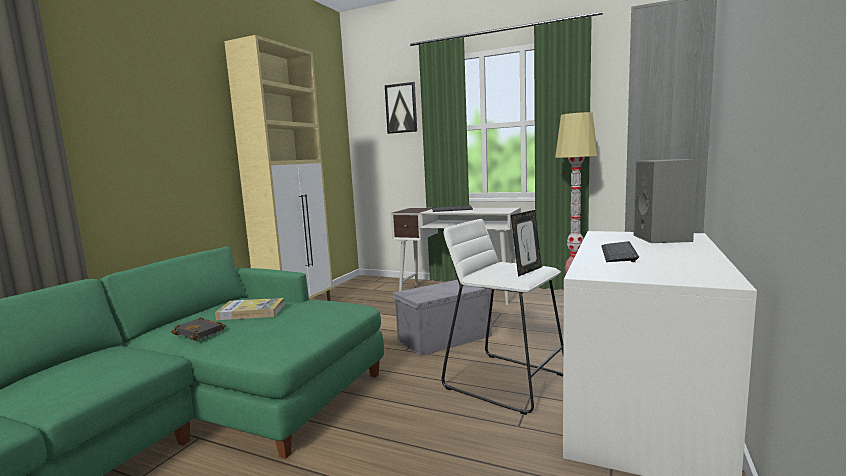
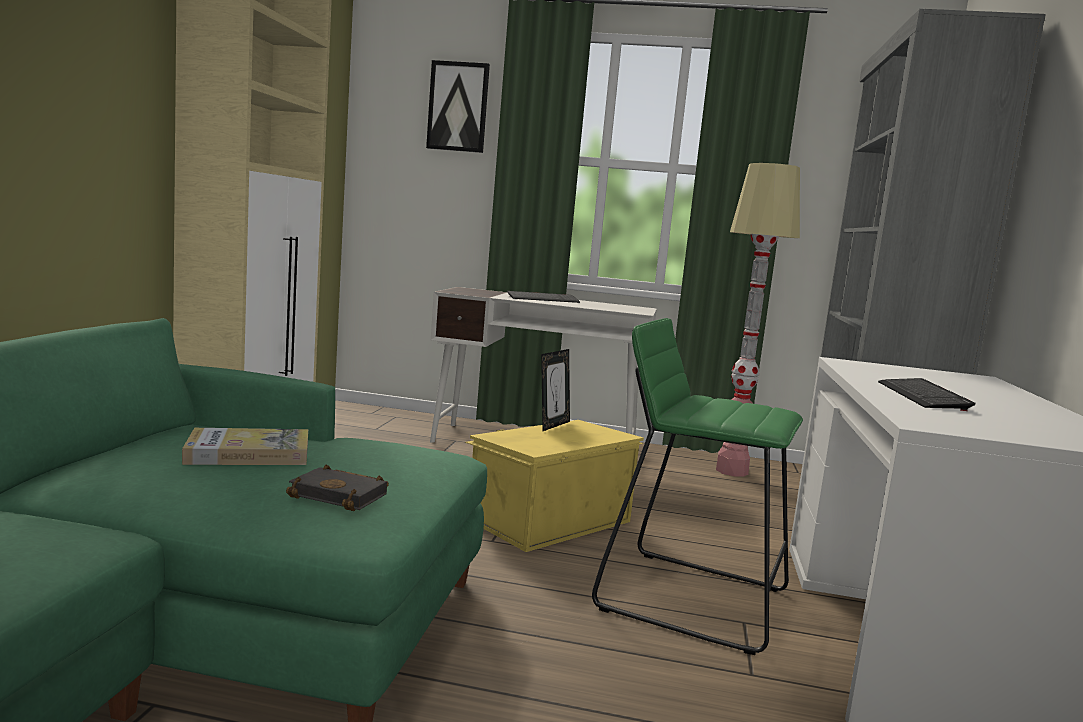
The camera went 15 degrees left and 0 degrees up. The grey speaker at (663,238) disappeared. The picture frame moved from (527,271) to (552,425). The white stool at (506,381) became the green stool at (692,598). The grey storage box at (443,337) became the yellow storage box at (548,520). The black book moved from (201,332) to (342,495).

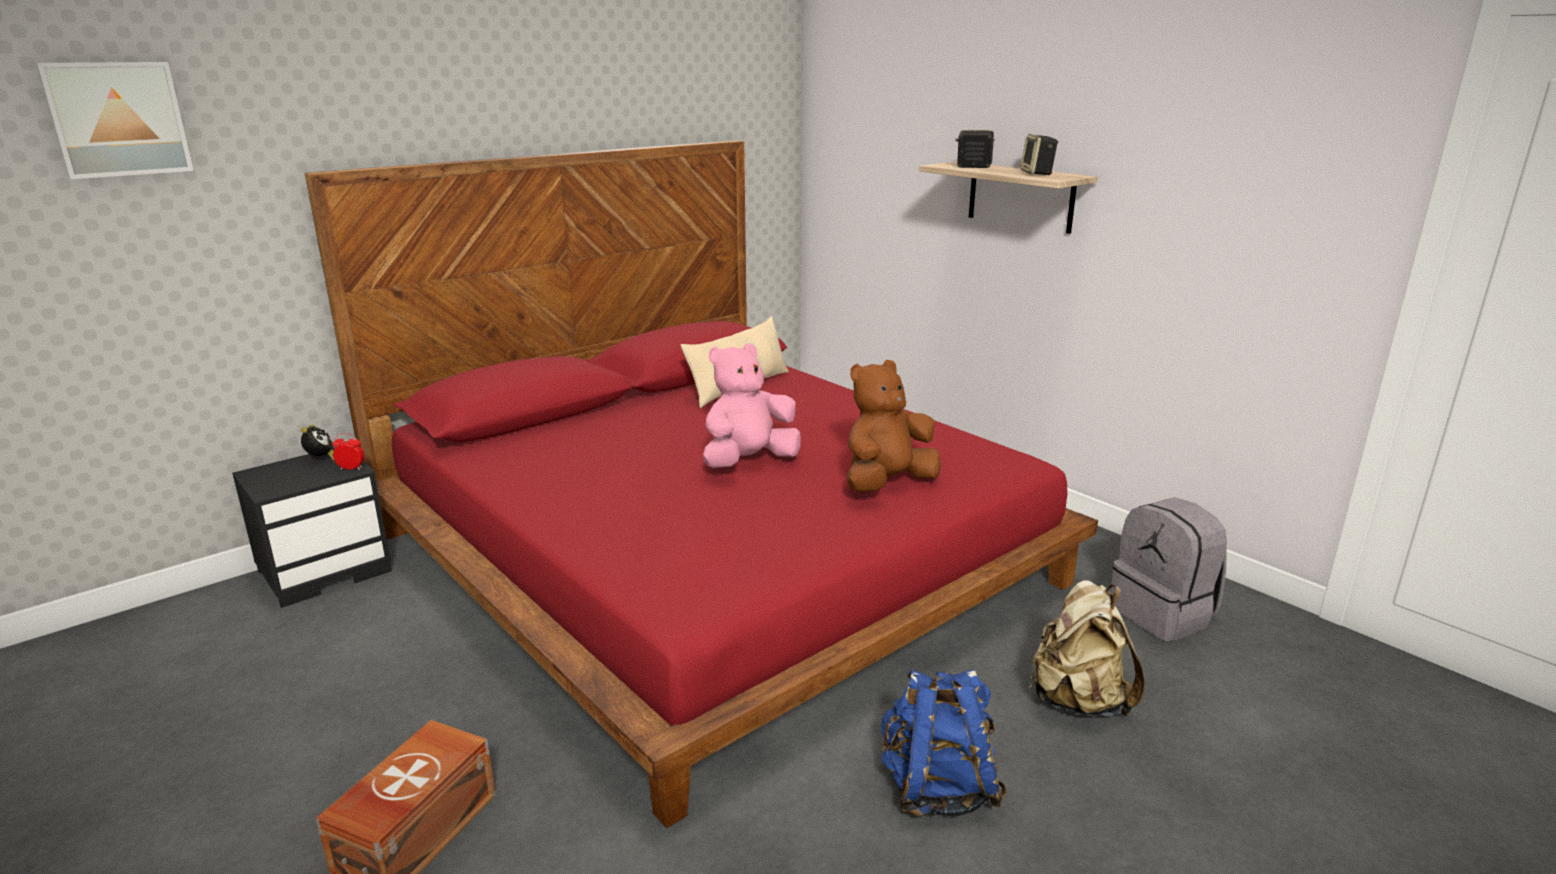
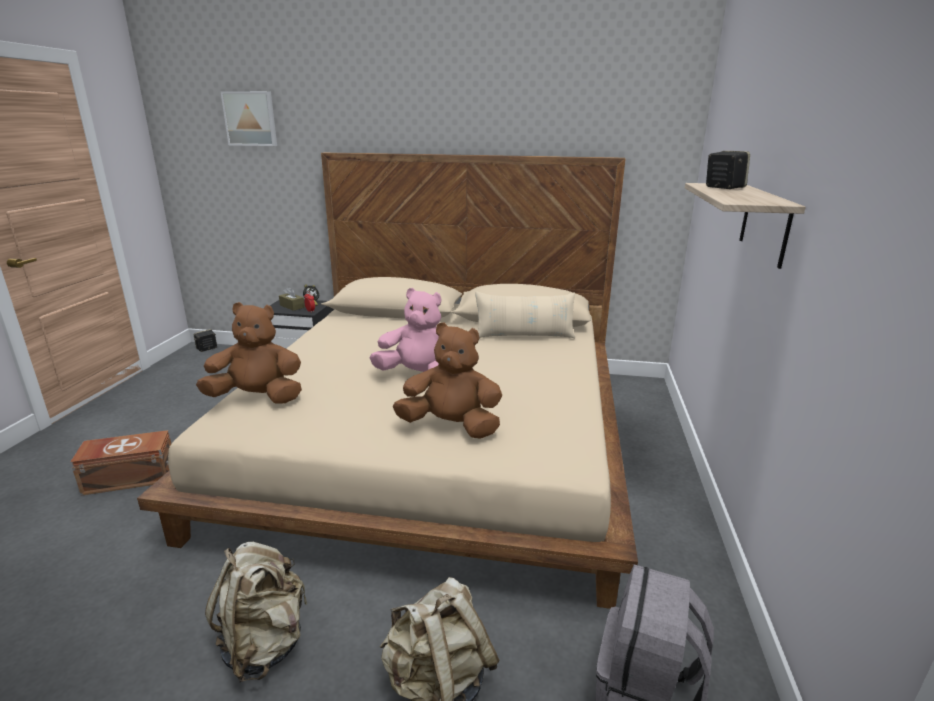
The camera went 50 degrees right and 0 degrees up. The speaker moved from (1037,173) to (207,349). The red bed at (714,558) became the beige bed at (434,439). The blue backpack at (936,789) became the beige backpack at (265,643). The brown tissue box at (292,306) appeared. The brown plush toy at (258,398) appeared.

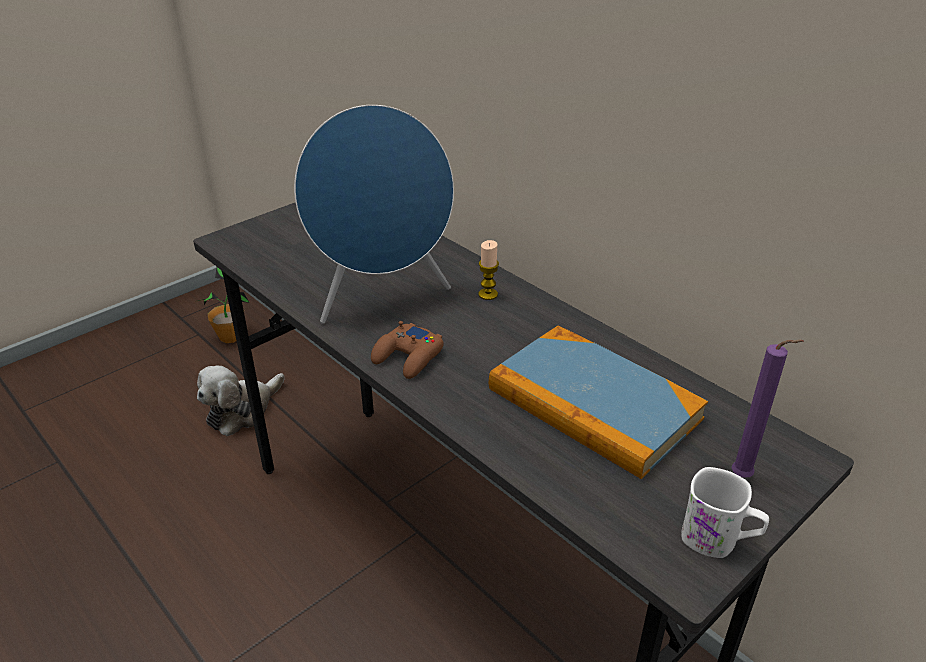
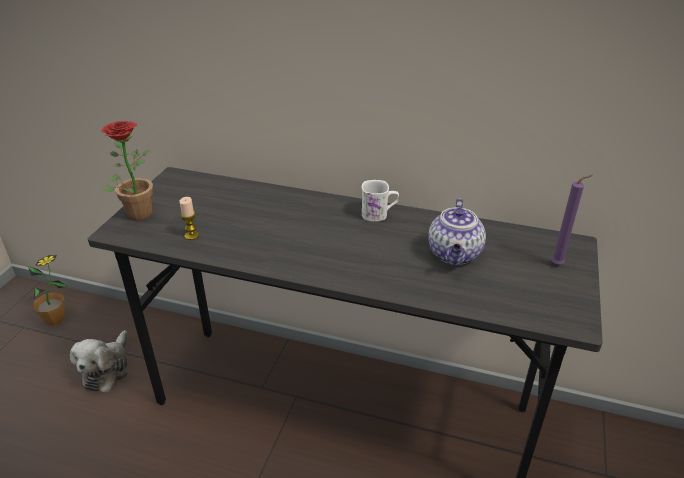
The camera went 30 degrees left and 0 degrees up. The blue speaker at (382,298) disappeared. The candle moved from (488,294) to (191,236). The brown game controller at (408,357) disappeared. The book at (593,405) was replaced by the teapot at (455,255). The white mug moved from (718,540) to (379,214). The potted plant at (137,211) appeared.

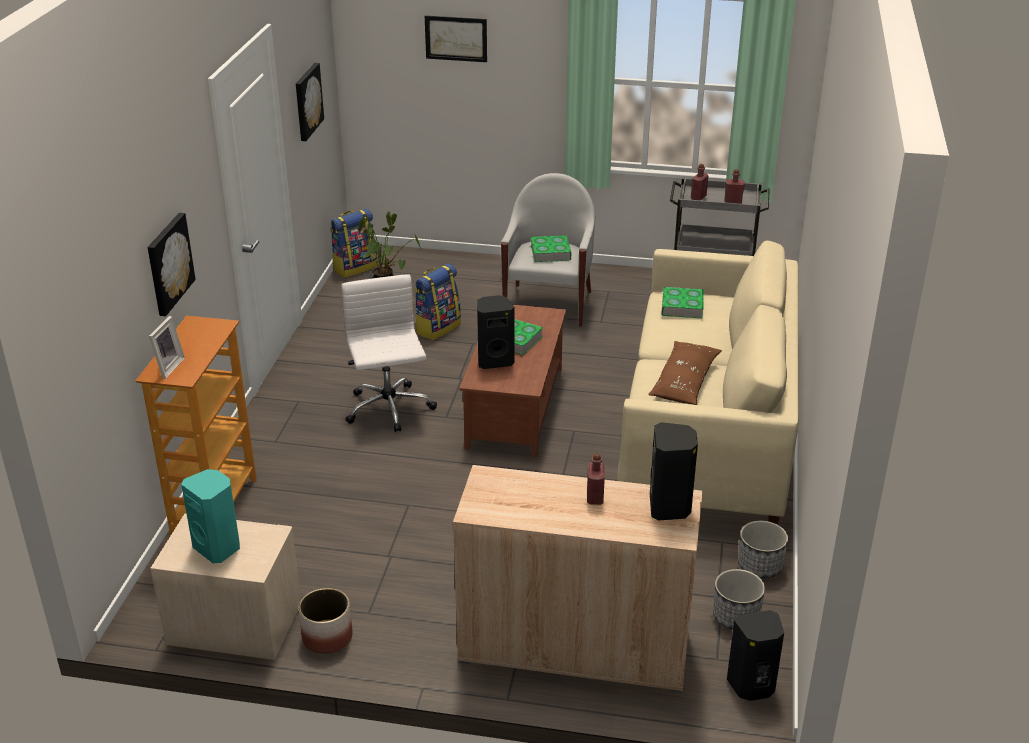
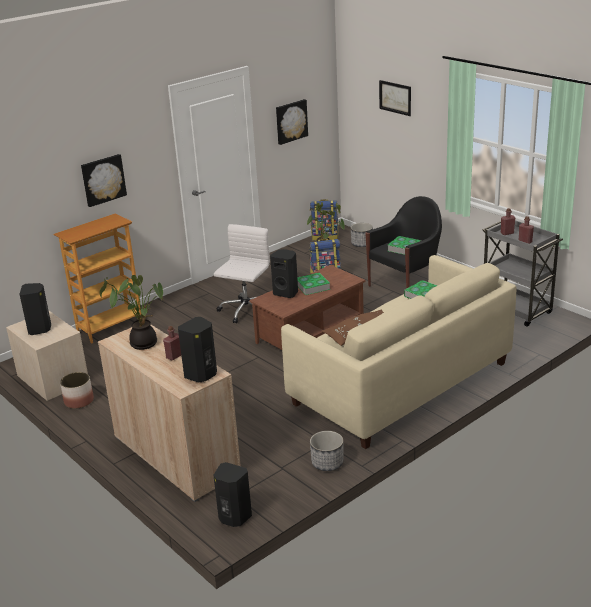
The camera went 40 degrees right and 5 degrees down. The white armchair at (549,304) became the black armchair at (406,286). The picture frame at (167,367) disappeared. The turquoise speaker at (218,548) became the black speaker at (40,329). The planter moved from (735,616) to (361,244). The potted plant at (143,342) appeared.

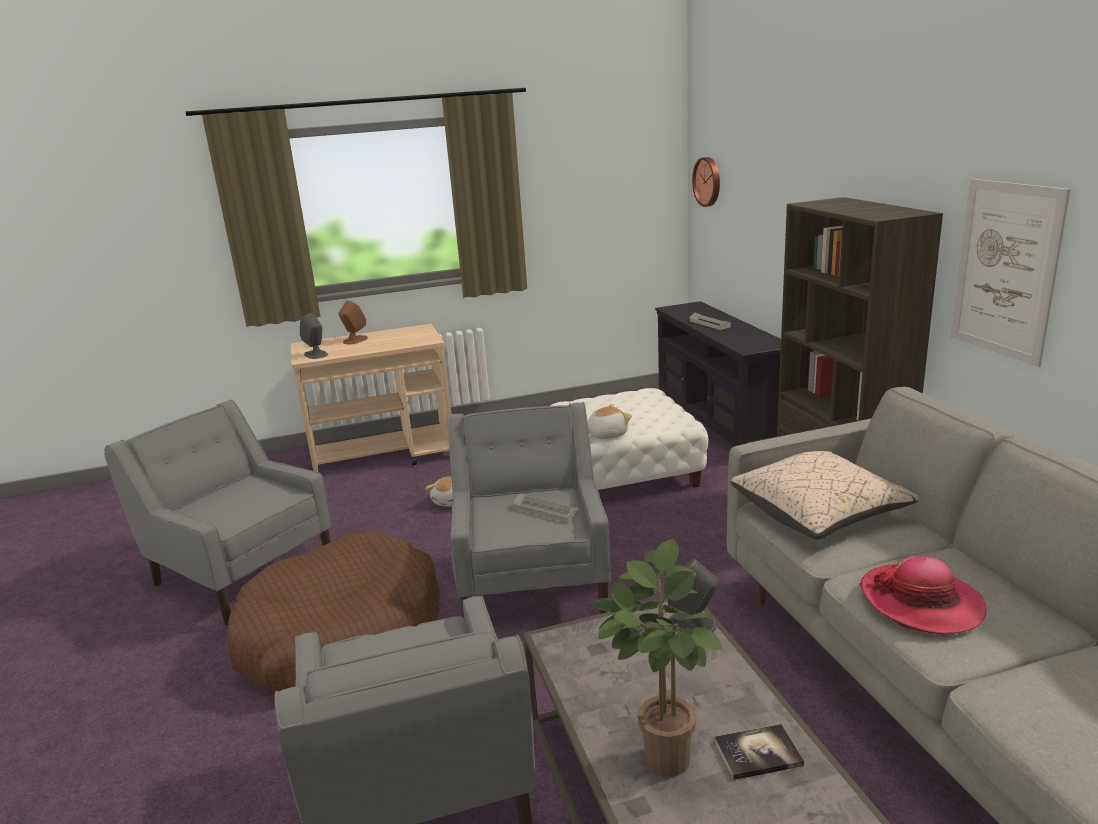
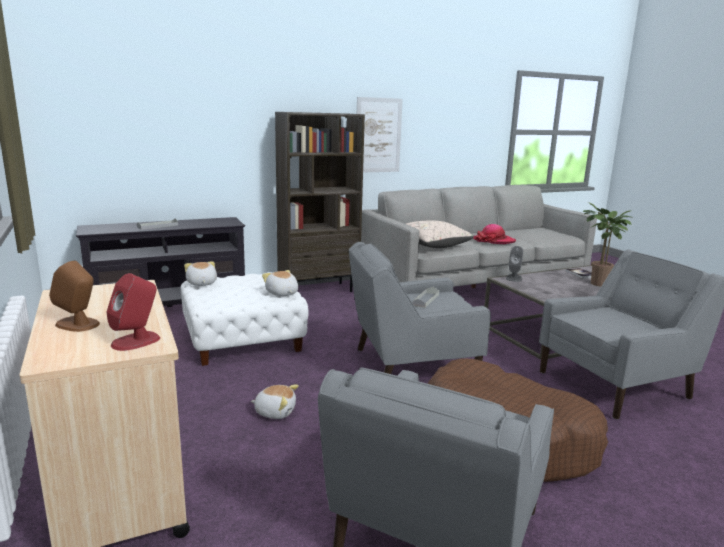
The camera went 100 degrees left and 5 degrees down. The wall clock at (708,181) disappeared. The grey speaker at (316,354) became the red speaker at (136,341). The plush toy at (201,283) appeared.

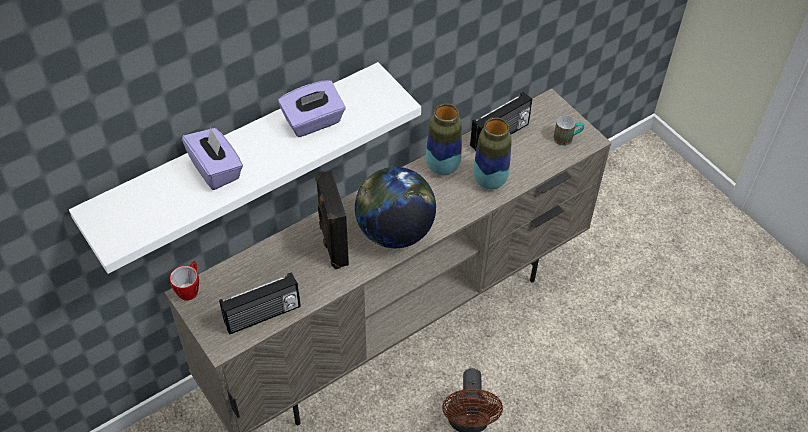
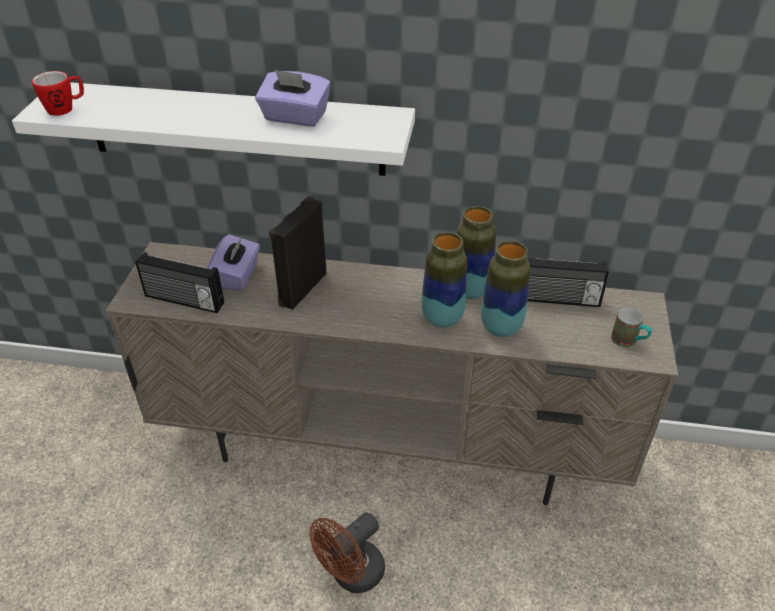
The camera went 45 degrees right and 10 degrees down. The purple tissue box moved from (216,169) to (238,276). The globe at (395,232) disappeared. The mug moved from (190,288) to (66,109). The vase at (442,318) appeared.

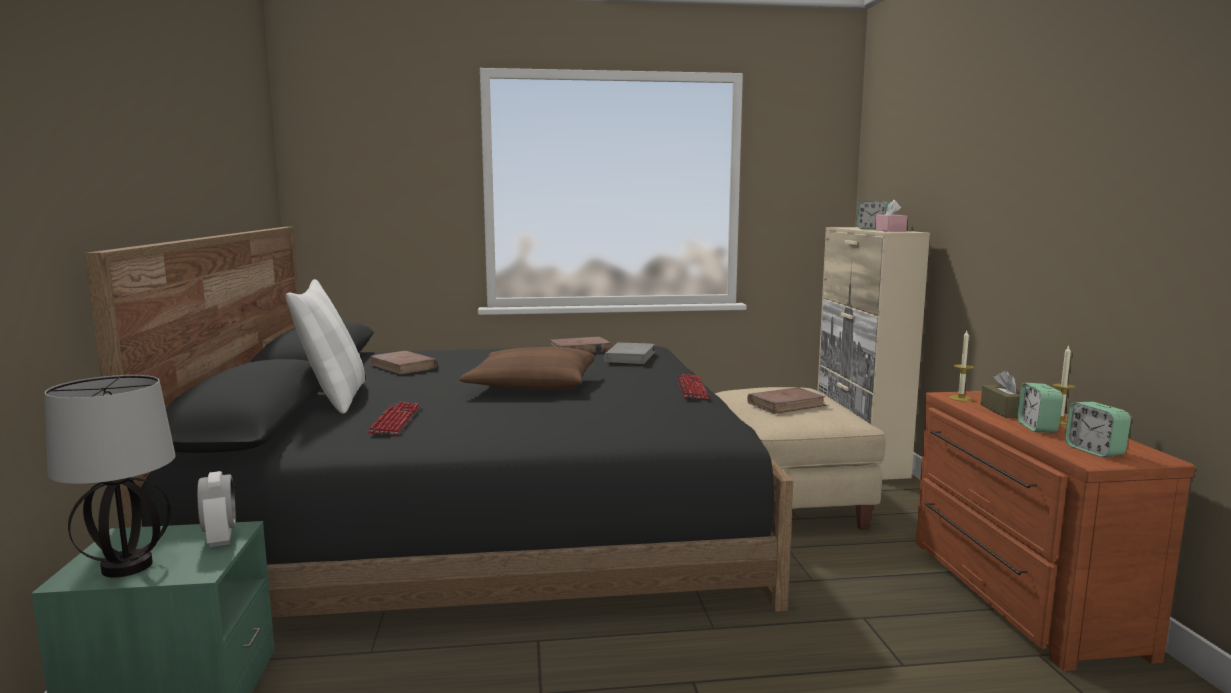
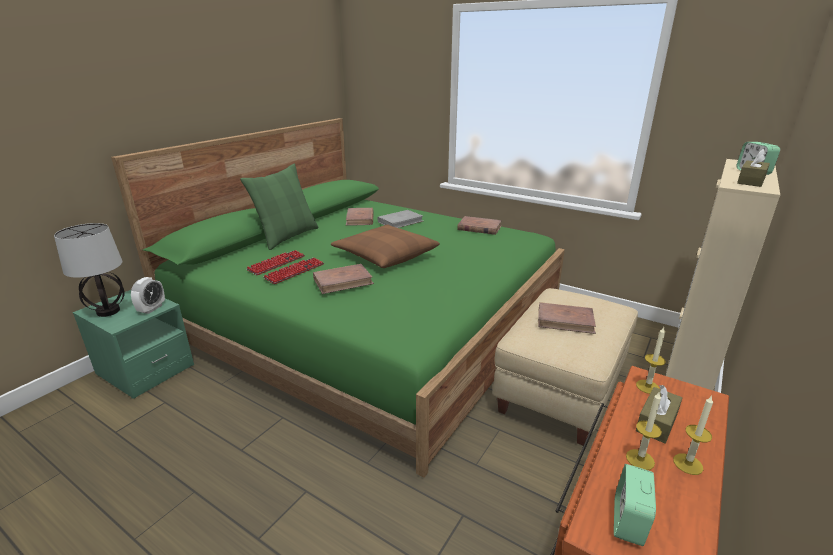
The camera went 40 degrees right and 15 degrees up. The pink tissue box at (890,230) became the brown tissue box at (751,181). The black bed at (486,514) became the green bed at (371,322). The white pillow at (334,398) became the green pillow at (287,237). The grey book moved from (630,357) to (400,221). The keyboard moved from (691,388) to (294,271). The alarm clock at (1037,427) was replaced by the candle at (640,459). The brown book at (343,281) appeared.

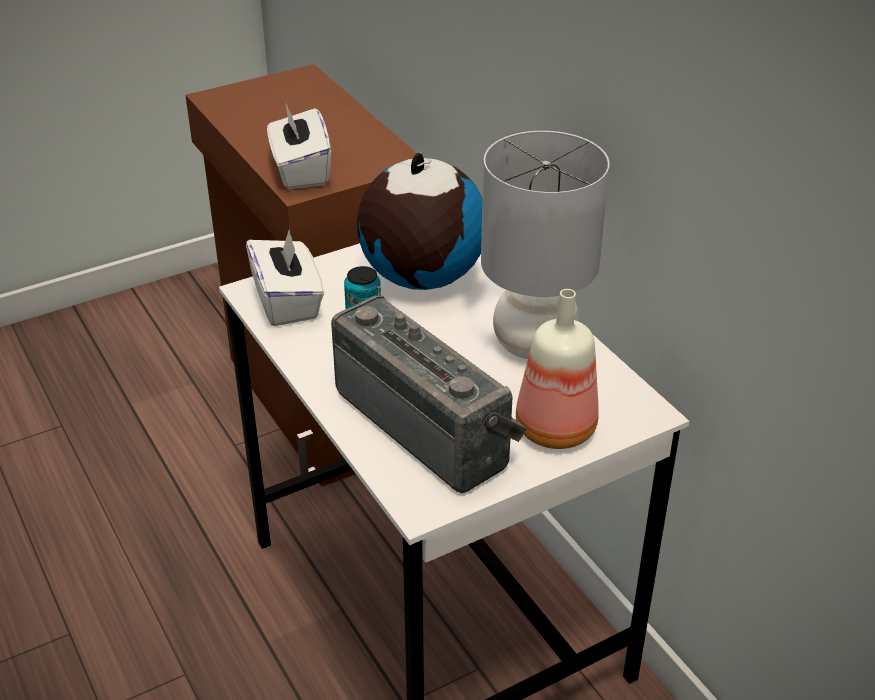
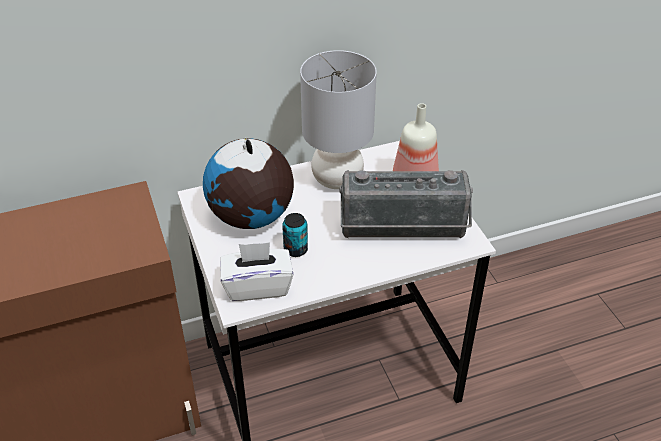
The camera went 80 degrees left and 5 degrees up. The white tissue box at (300,171) disappeared. The radio at (428,424) turned 150 degrees counterclockwise.

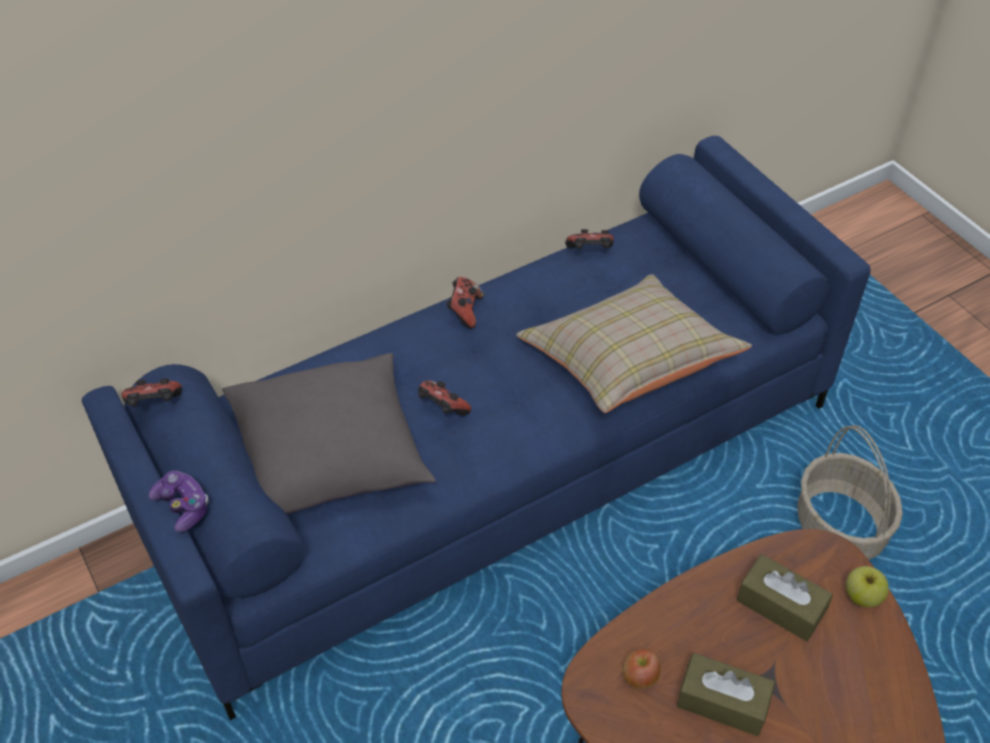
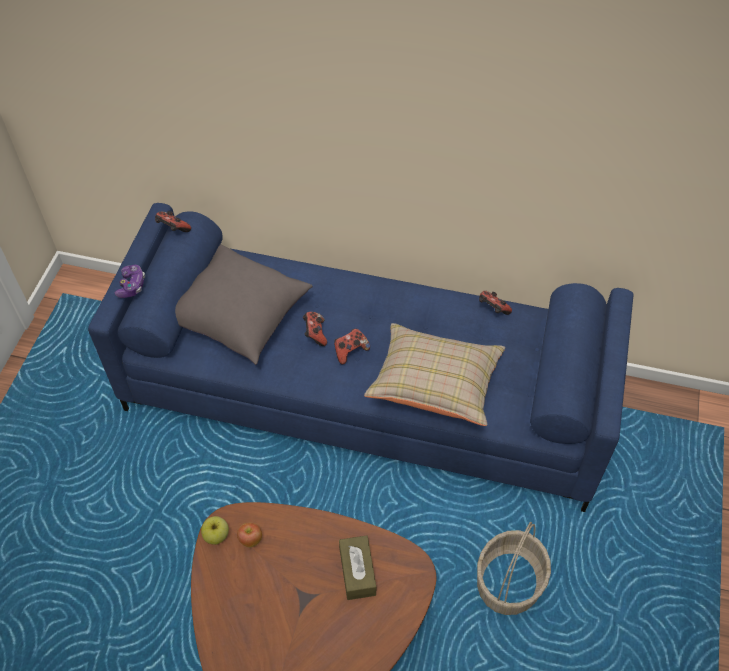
The camera went 45 degrees right and 5 degrees up. The game controller moved from (465,311) to (350,351). The apple moved from (862,596) to (216,535). The brown tissue box at (722,702) disappeared.

